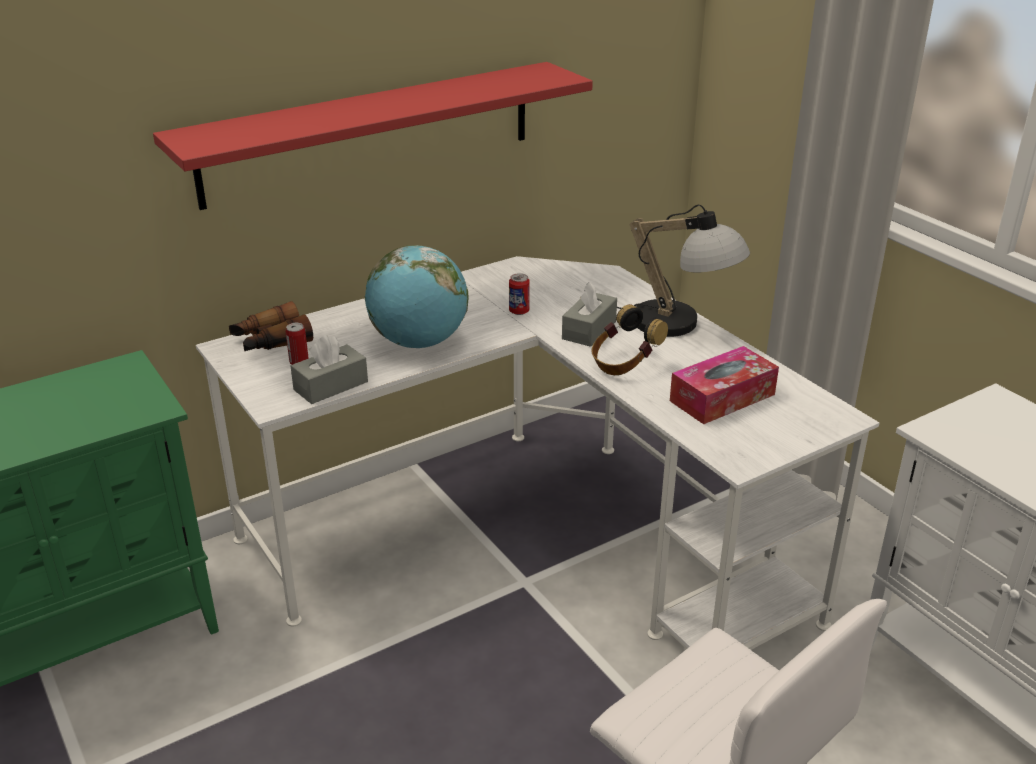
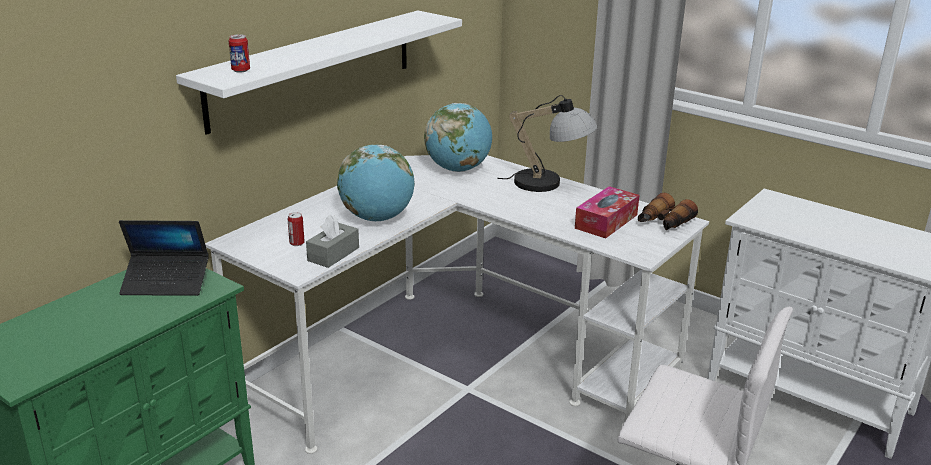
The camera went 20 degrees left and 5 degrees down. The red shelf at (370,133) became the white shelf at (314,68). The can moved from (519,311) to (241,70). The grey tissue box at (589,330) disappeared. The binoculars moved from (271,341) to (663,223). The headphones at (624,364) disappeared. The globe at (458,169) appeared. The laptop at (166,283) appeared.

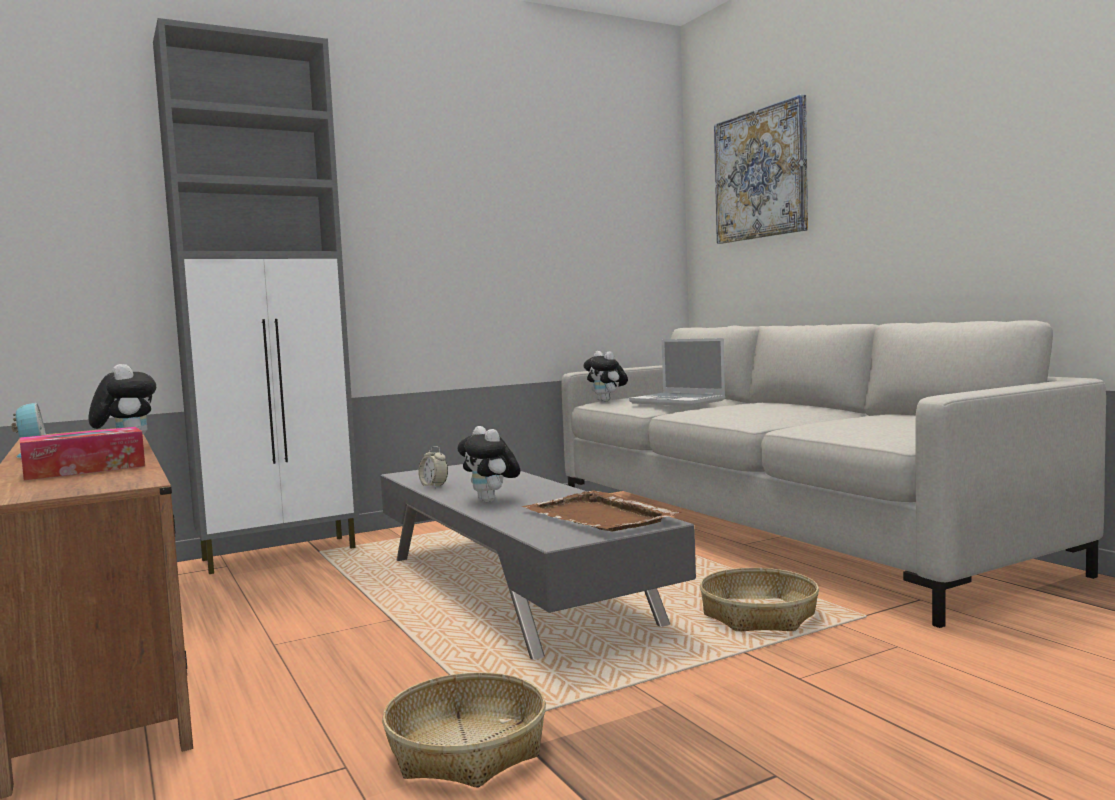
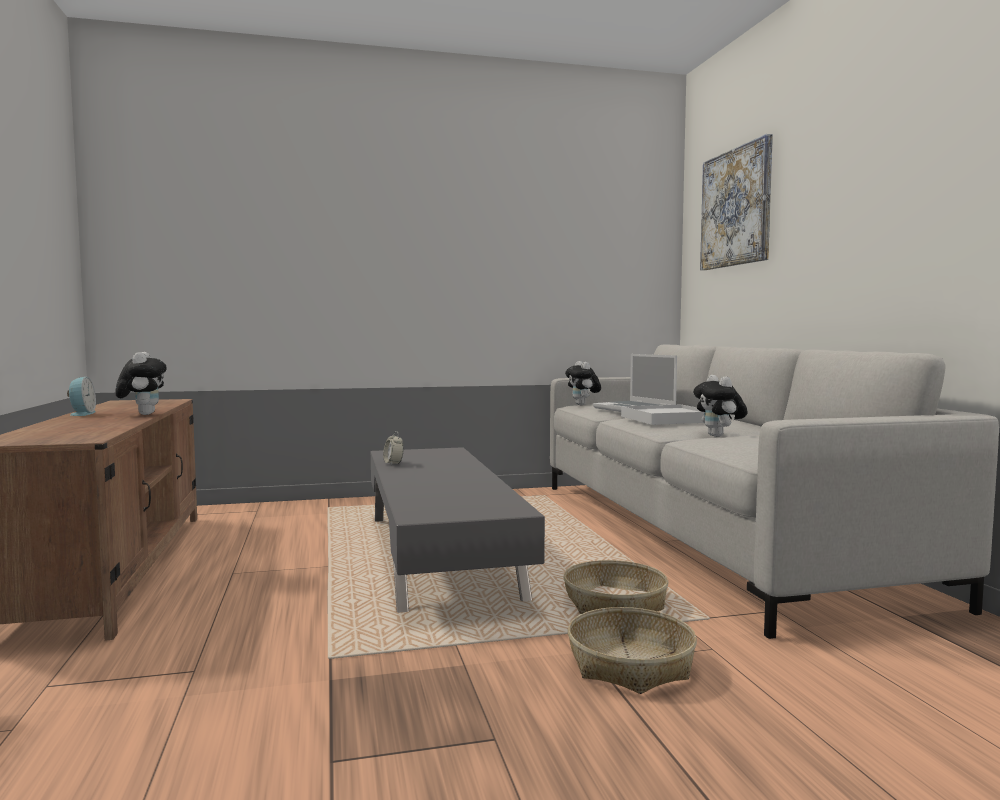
The camera went 15 degrees right and 0 degrees up. The grey cabinet at (282,554) disappeared. The plush toy moved from (491,501) to (719,436). The tissue box at (84,469) disappeared. The brown tray at (599,517) disappeared. The basket moved from (466,749) to (630,665). The white tray at (667,419) appeared.

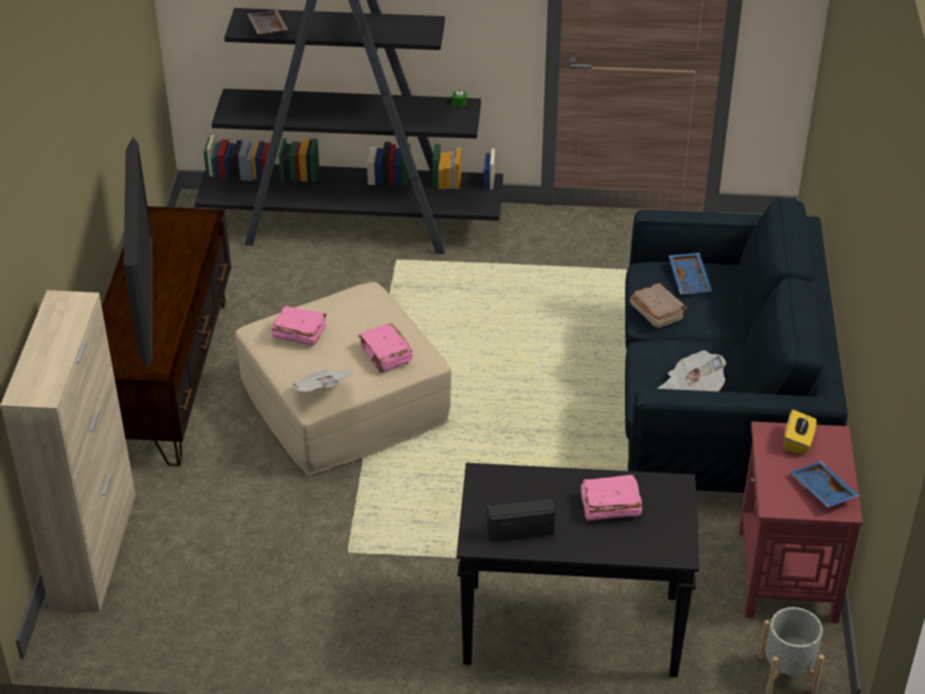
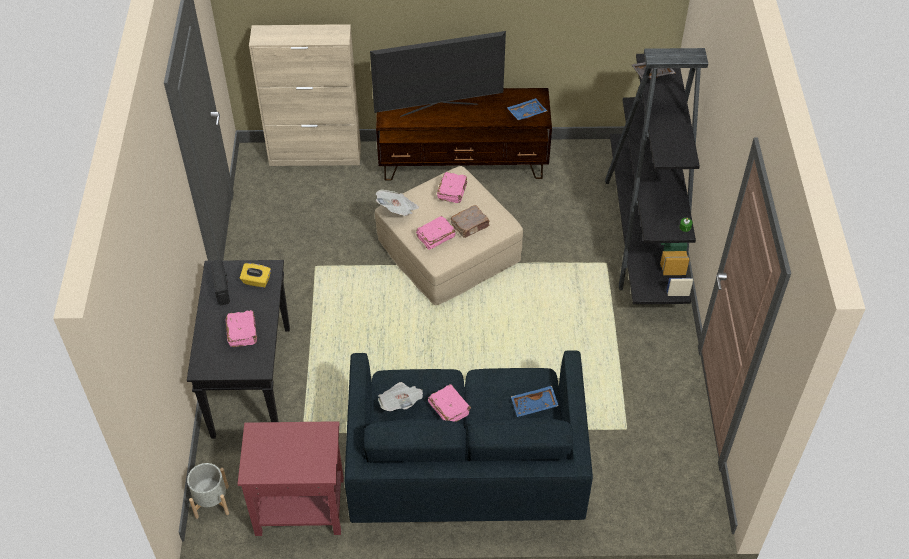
The camera went 85 degrees right and 10 degrees up. The brown book moved from (656,313) to (470,226). The yellow tissue box moved from (798,442) to (256,281). The blue tray moved from (821,491) to (526,112). The pink book at (449,408) appeared.

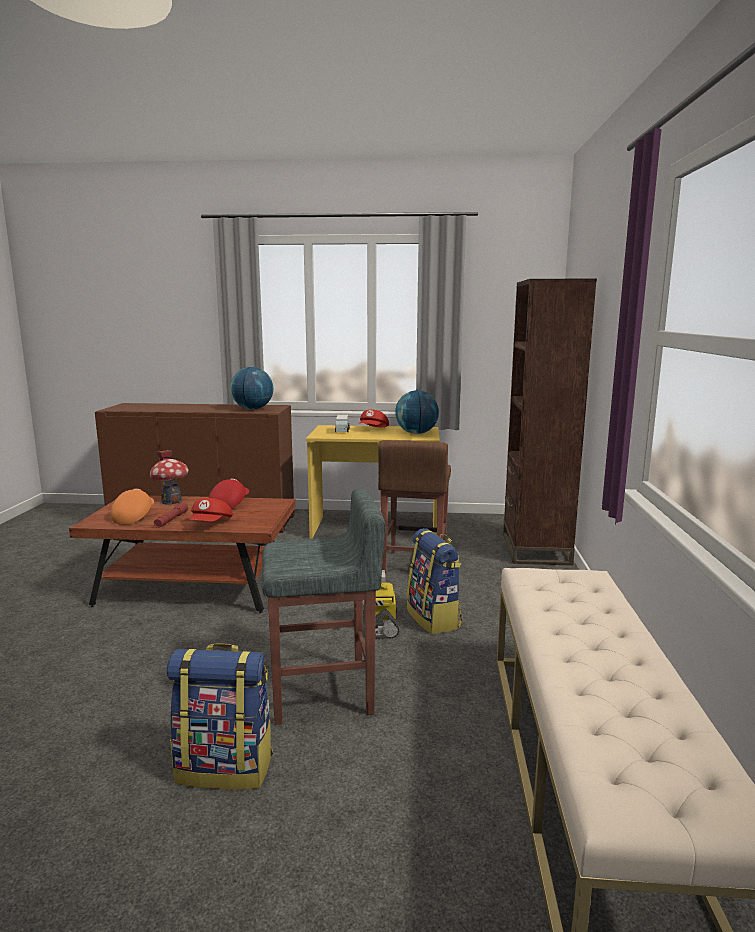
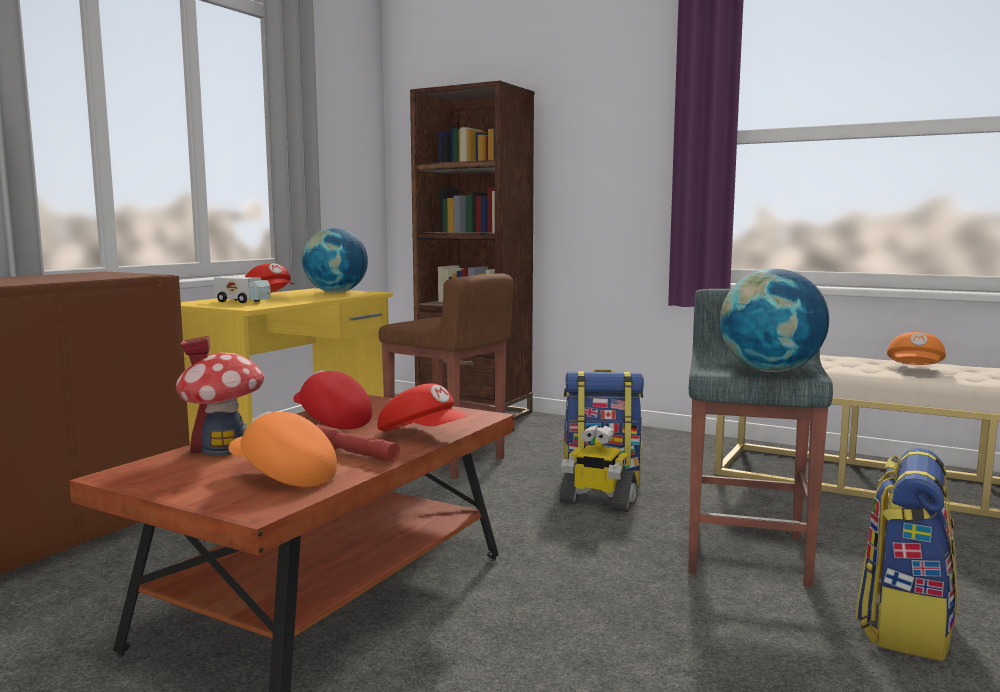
The camera went 65 degrees left and 5 degrees down. The globe moved from (253,409) to (770,371). The orange cap at (916,369) appeared.

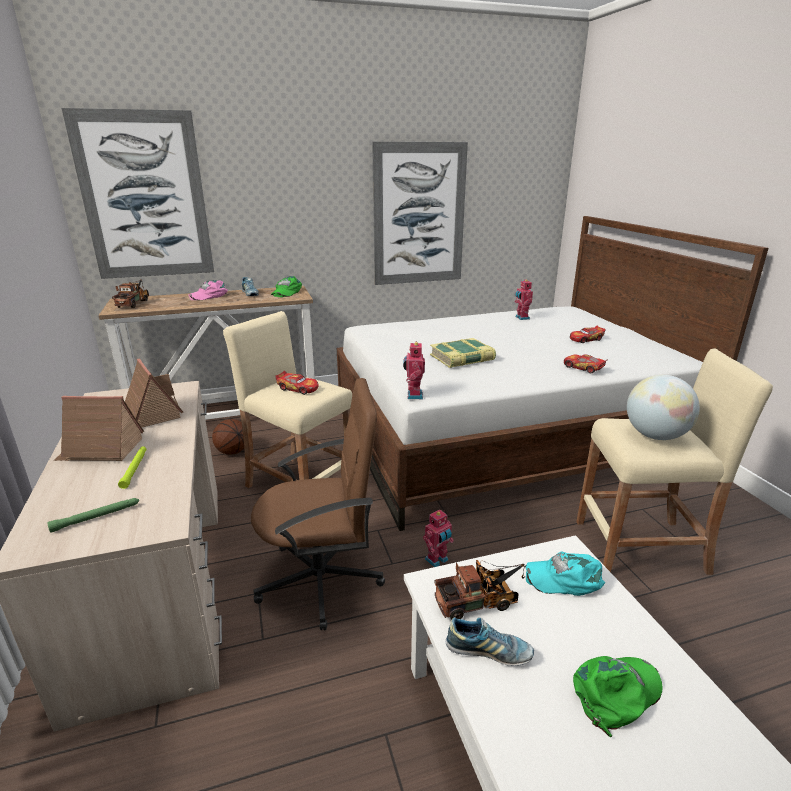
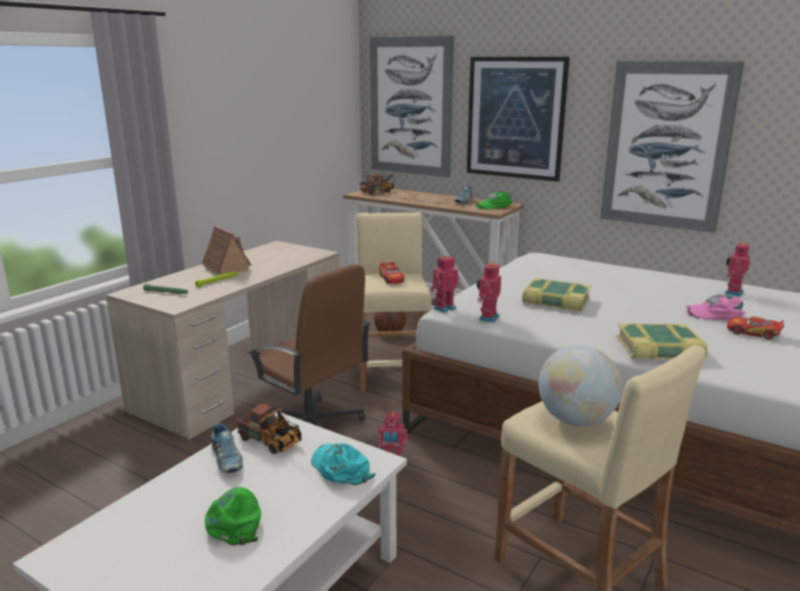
The camera went 50 degrees right and 5 degrees down. The pink cap moved from (209,296) to (715,314). The toy car at (583,368) was replaced by the book at (659,349). The toy house at (153,412) disappeared. The green cap at (616,693) turned 120 degrees counterclockwise. The picture at (515,118) appeared. The toy robot at (487,318) appeared.

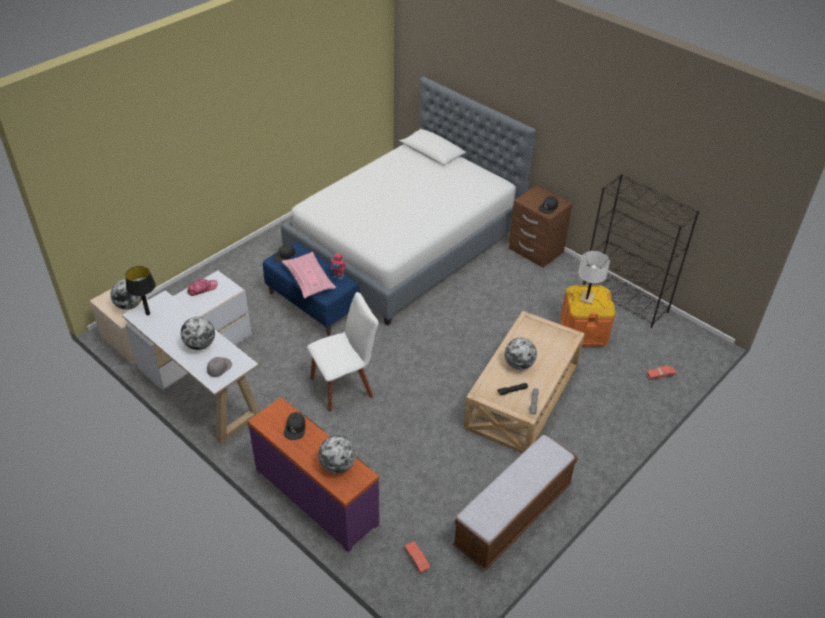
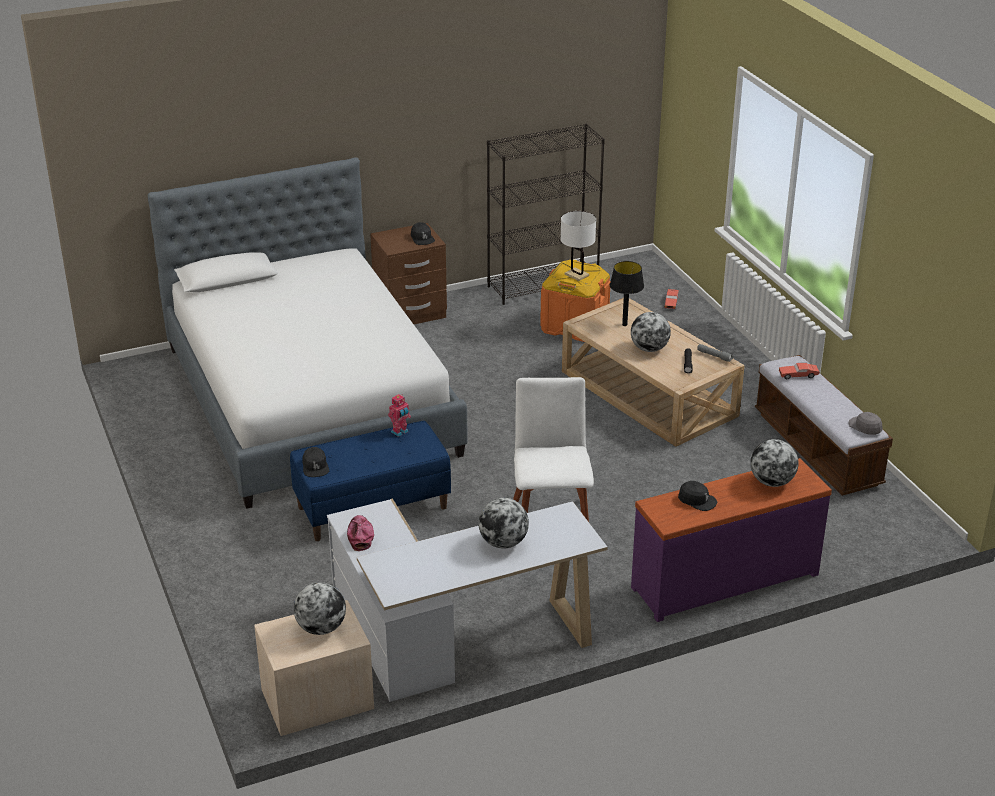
The camera went 65 degrees left and 10 degrees down. The pink pillow at (309,280) disappeared. The black table lamp moved from (147,314) to (625,324). The grey cap moved from (219,368) to (865,427). The red toy car moved from (417,559) to (798,375).

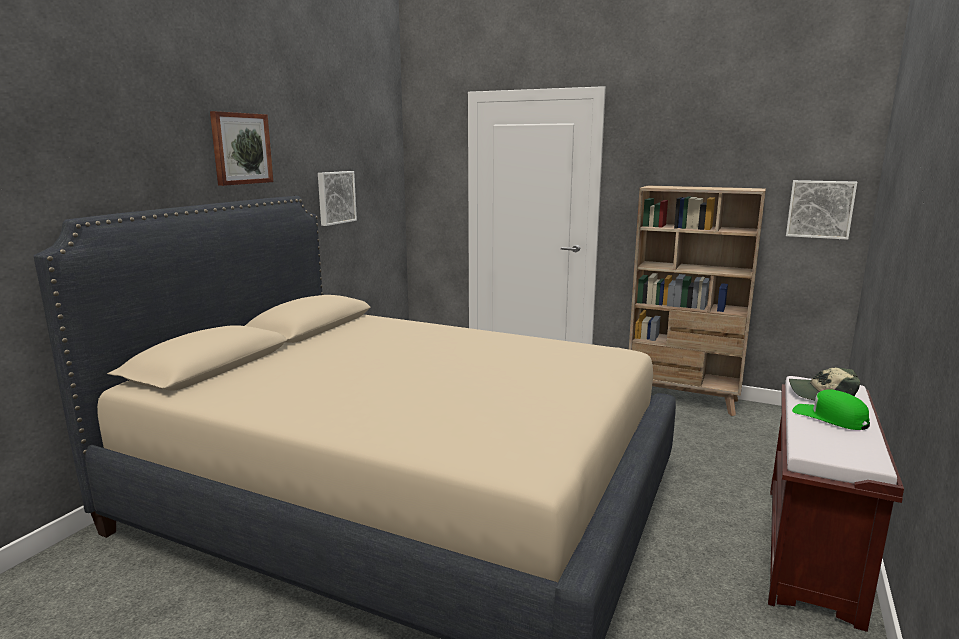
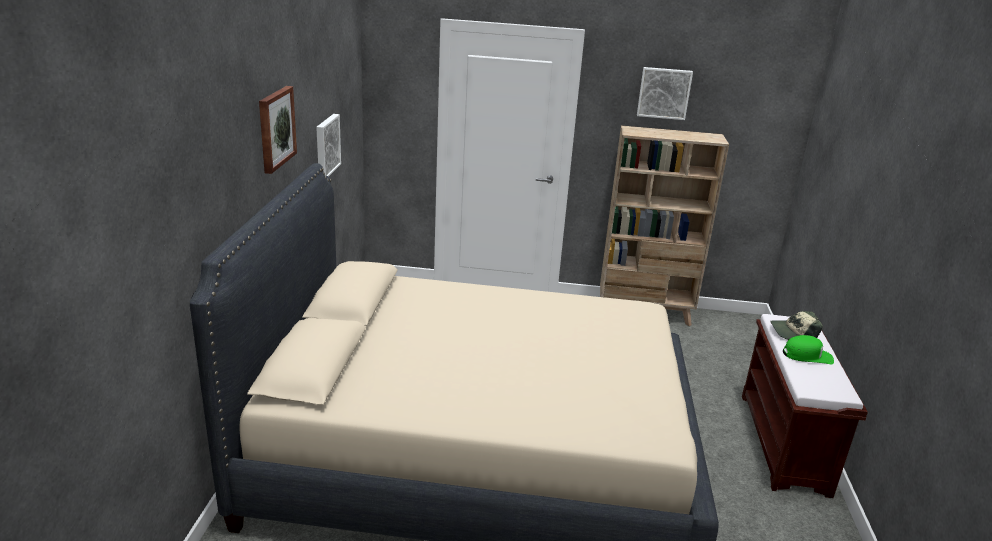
The camera went 20 degrees left and 10 degrees up. The picture moved from (820,209) to (664,93). The green cap at (830,418) turned 150 degrees clockwise.

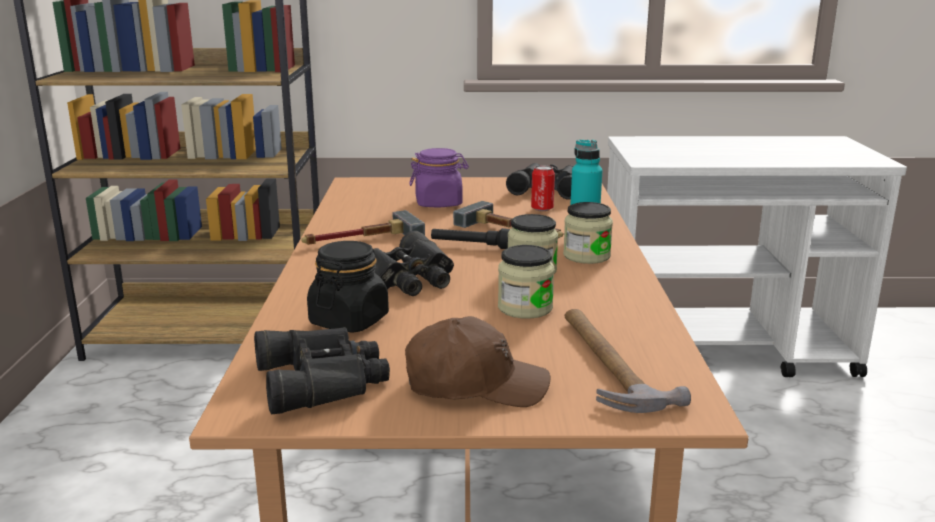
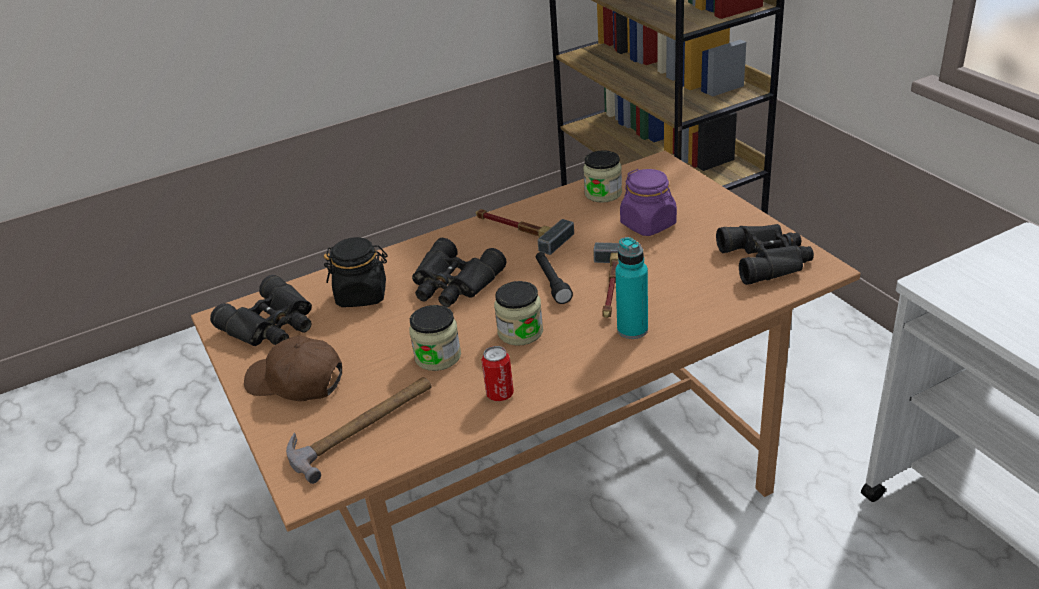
The camera went 65 degrees right and 15 degrees up. The can moved from (542,209) to (500,394). The jar moved from (586,256) to (603,193). The brown cap at (475,385) turned 135 degrees clockwise.

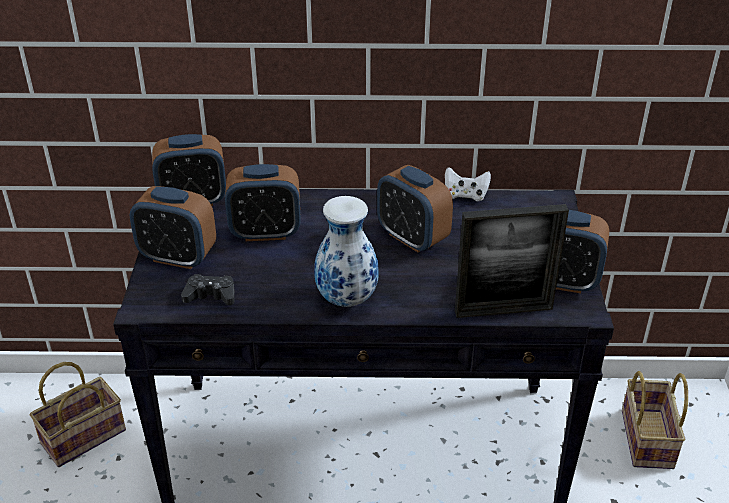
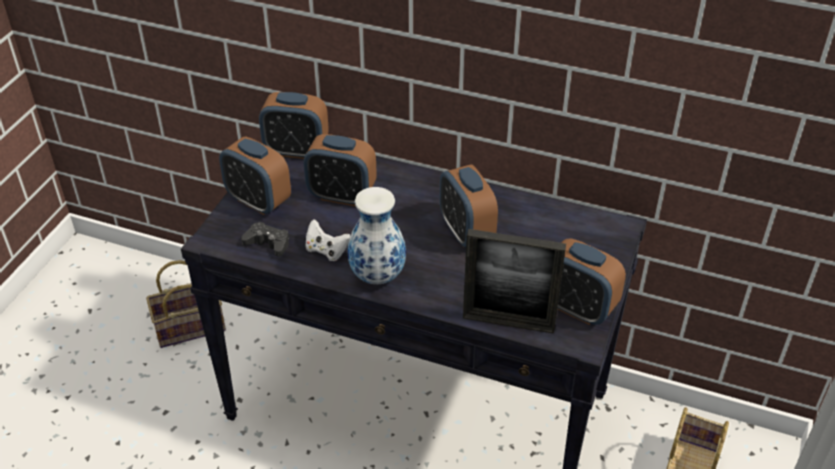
The camera went 20 degrees right and 5 degrees up. The white game controller moved from (465,195) to (326,251).

